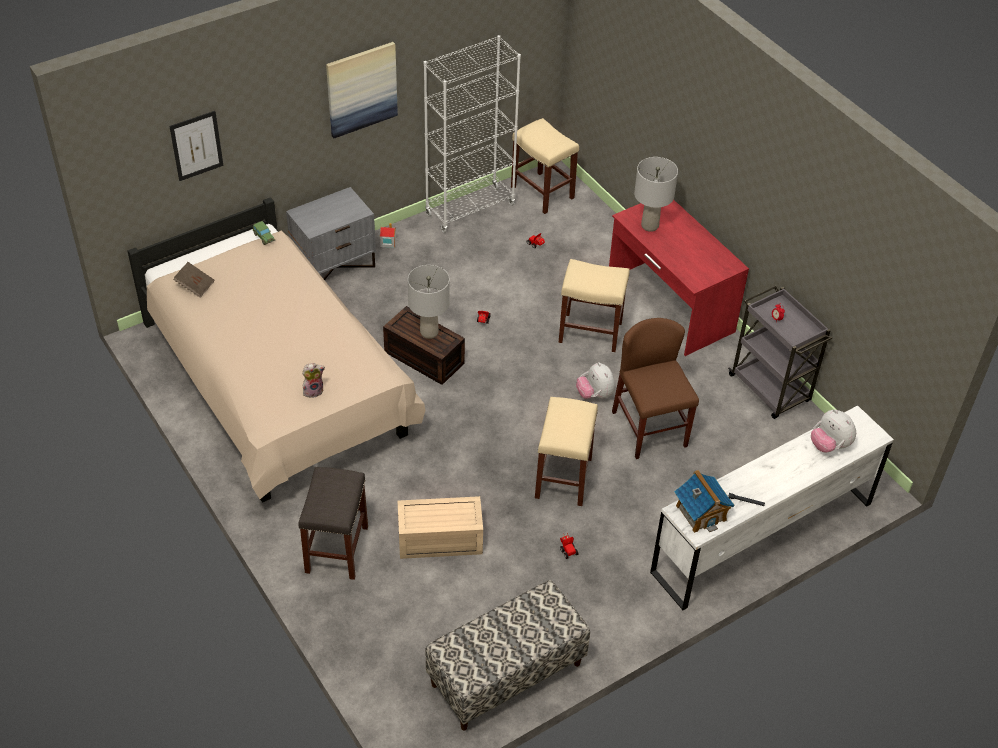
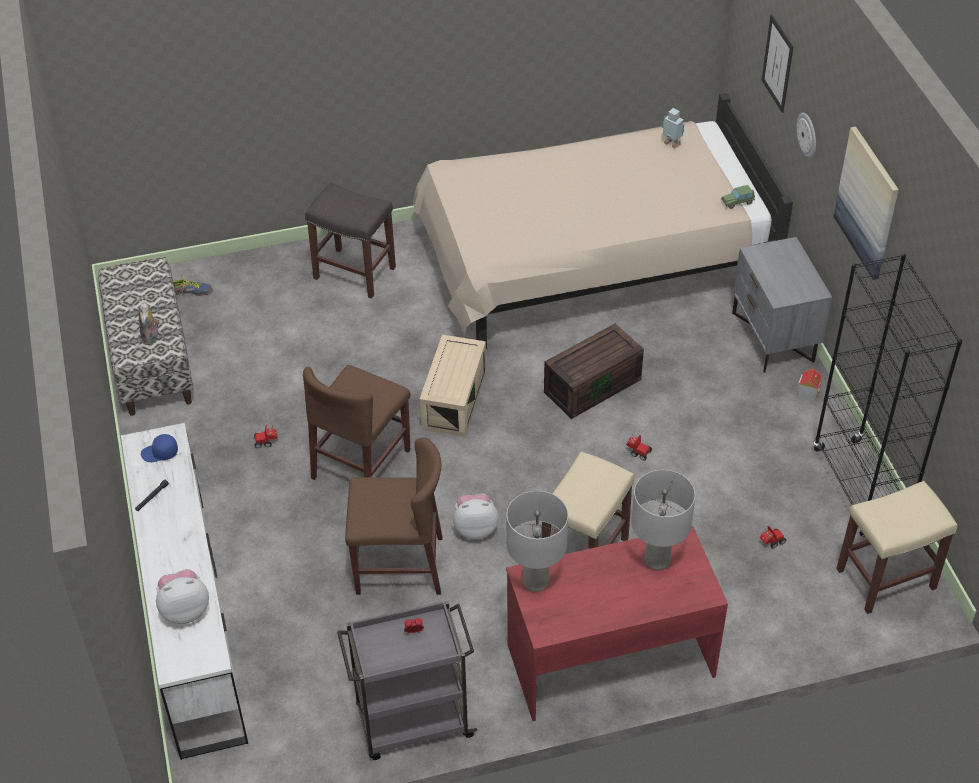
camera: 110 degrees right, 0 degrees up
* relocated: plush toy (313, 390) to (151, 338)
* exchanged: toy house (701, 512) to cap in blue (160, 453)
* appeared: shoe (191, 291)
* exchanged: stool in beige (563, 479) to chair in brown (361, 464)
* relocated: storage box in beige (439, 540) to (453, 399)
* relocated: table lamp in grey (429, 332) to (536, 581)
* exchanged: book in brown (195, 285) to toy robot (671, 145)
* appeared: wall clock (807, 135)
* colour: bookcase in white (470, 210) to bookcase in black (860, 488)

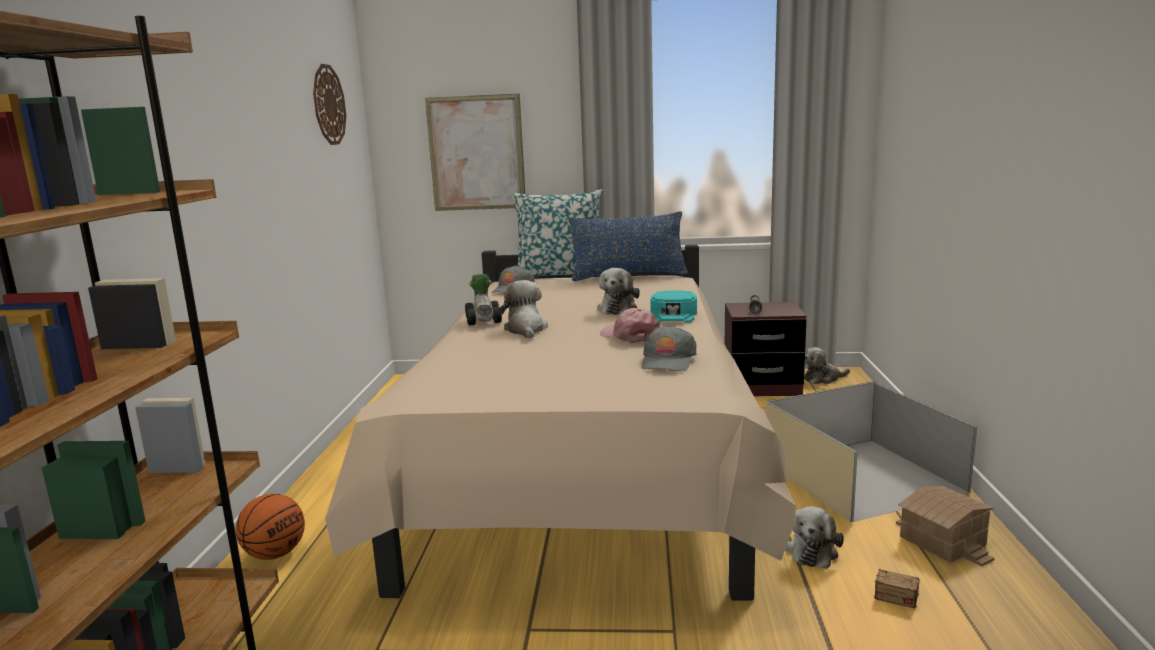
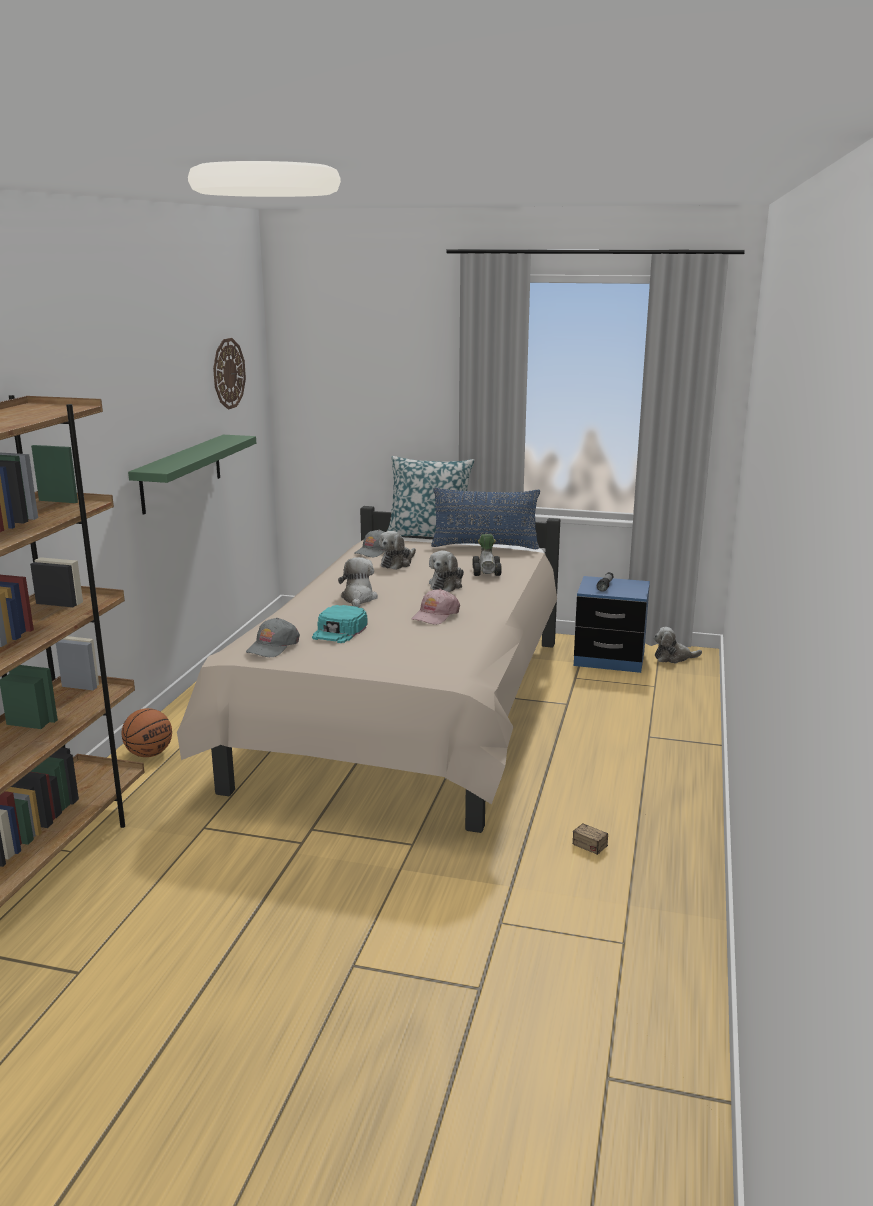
camera: 10 degrees right, 5 degrees up
* appeared: shelf in green (181, 473)
* relocated: cap in grey (668, 361) to (272, 646)
* relocated: cap in turquoise (674, 314) to (340, 631)
* relocated: plush toy (812, 550) to (397, 563)
* spun: cap in pink (630, 336) = (435, 615) 120 degrees counterclockwise
* relocated: toy car (484, 319) to (487, 571)
* colour: nightstand in brown (762, 387) to nightstand in blue (609, 659)
* missing: picture (476, 153)
* missing: storage box in beige (860, 477)
* missing: toy house (941, 541)

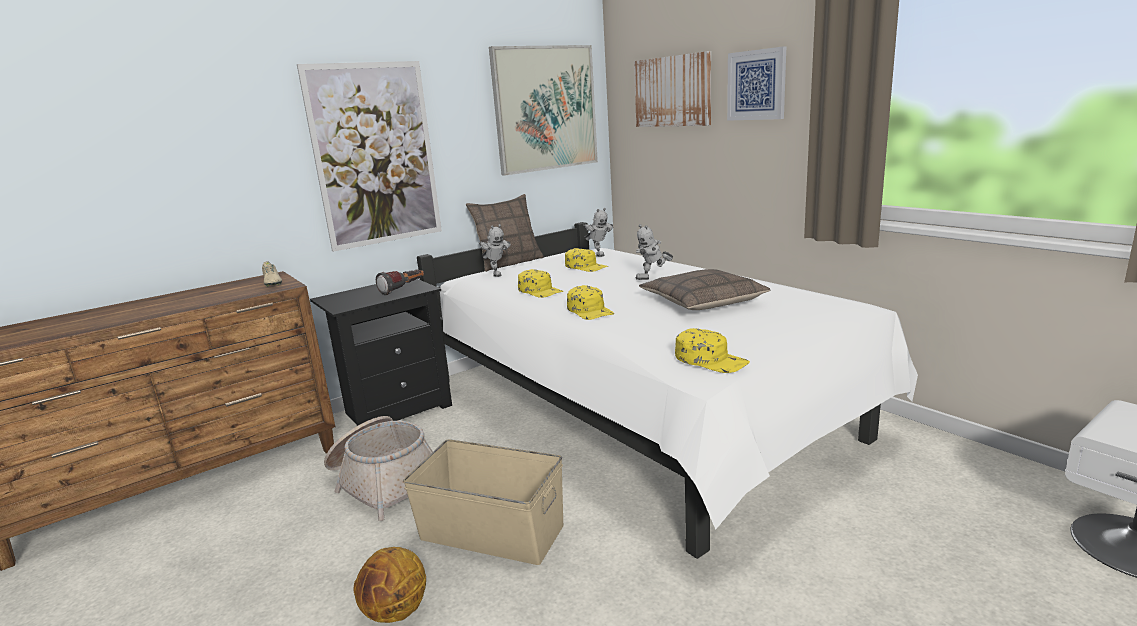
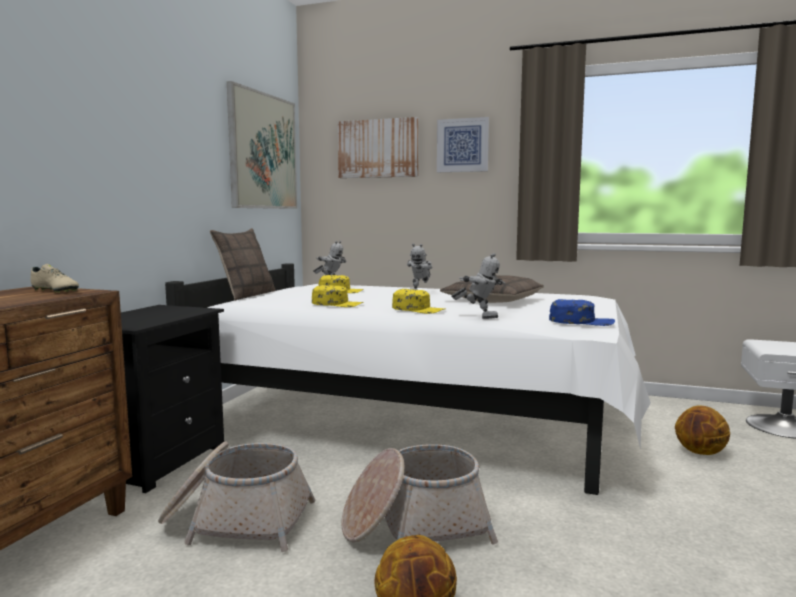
camera: 35 degrees left, 10 degrees down
* exchanged: storage box in beige (491, 531) to basket (414, 525)
* relocated: toy robot (496, 274) to (479, 317)
* colour: cap in yellow (711, 360) to cap in blue (581, 322)
* appeared: basketball (700, 453)
* missing: picture (375, 155)
* missing: flashlight (403, 289)

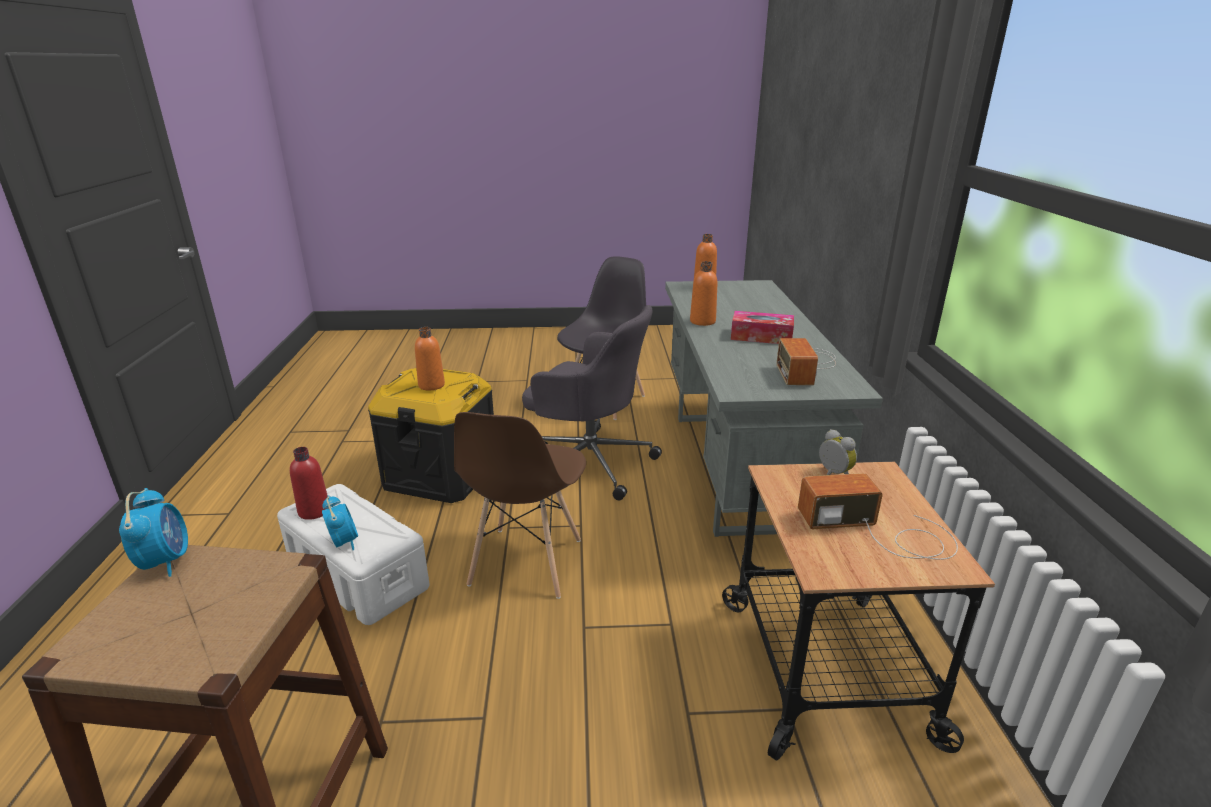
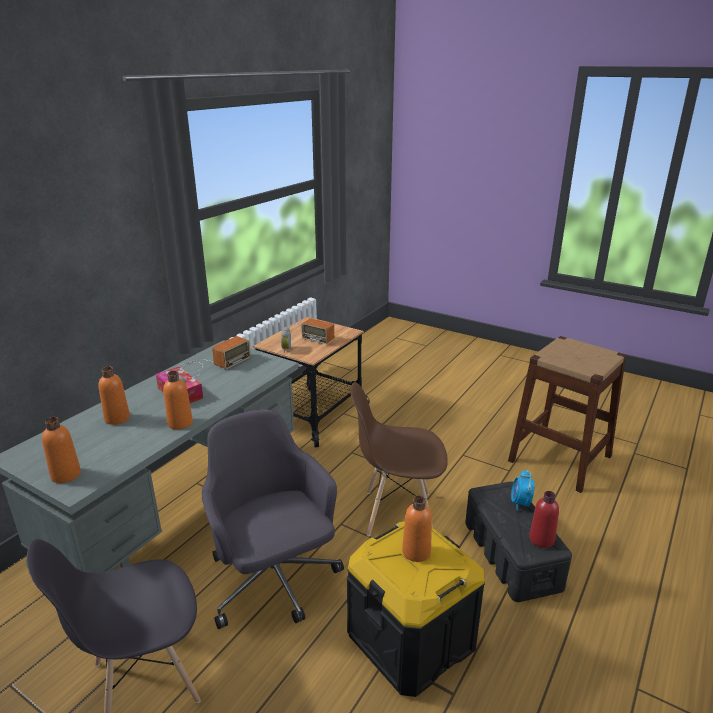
camera: 145 degrees left, 0 degrees up
* appeared: bottle in orange (117, 418)
* spun: chair in brown (525, 563) = (397, 513) 135 degrees counterclockwise
* colour: storage box in white (357, 573) to storage box in black (512, 556)
* missing: alarm clock (166, 561)

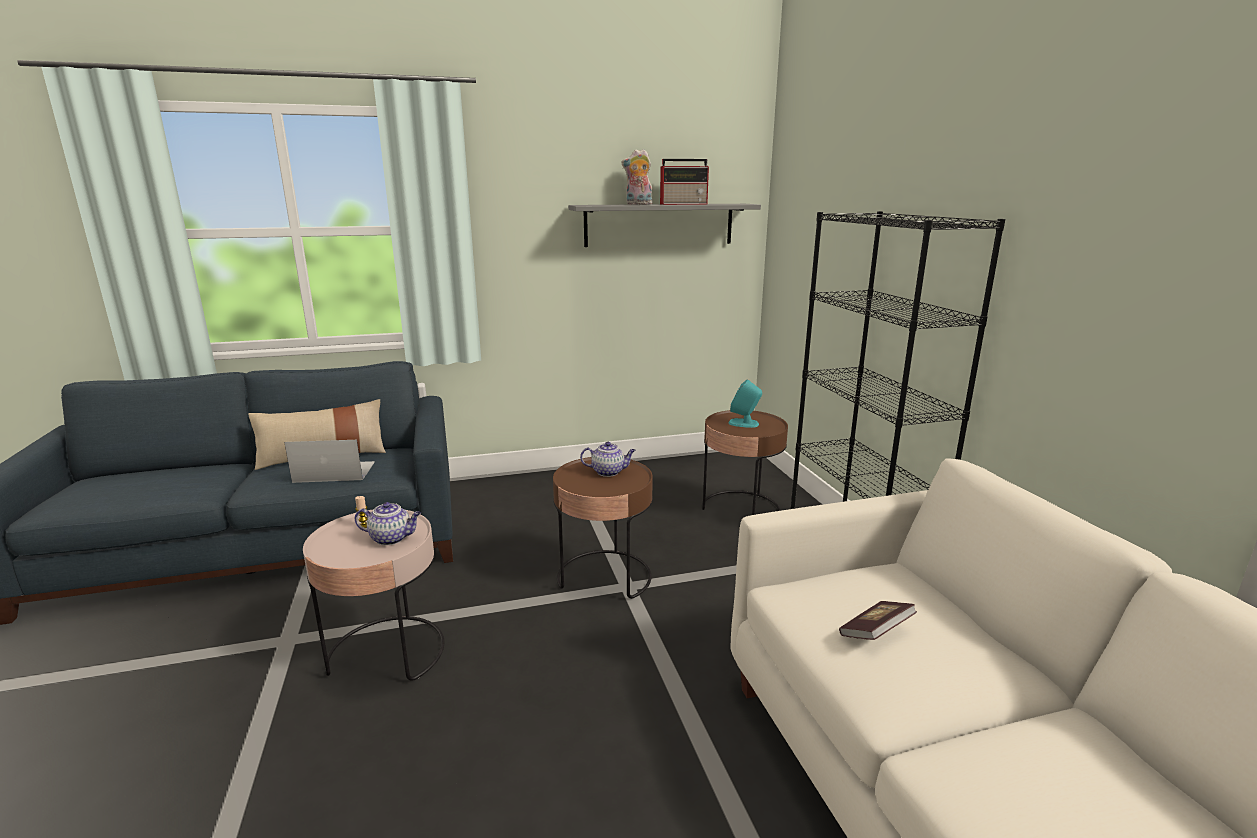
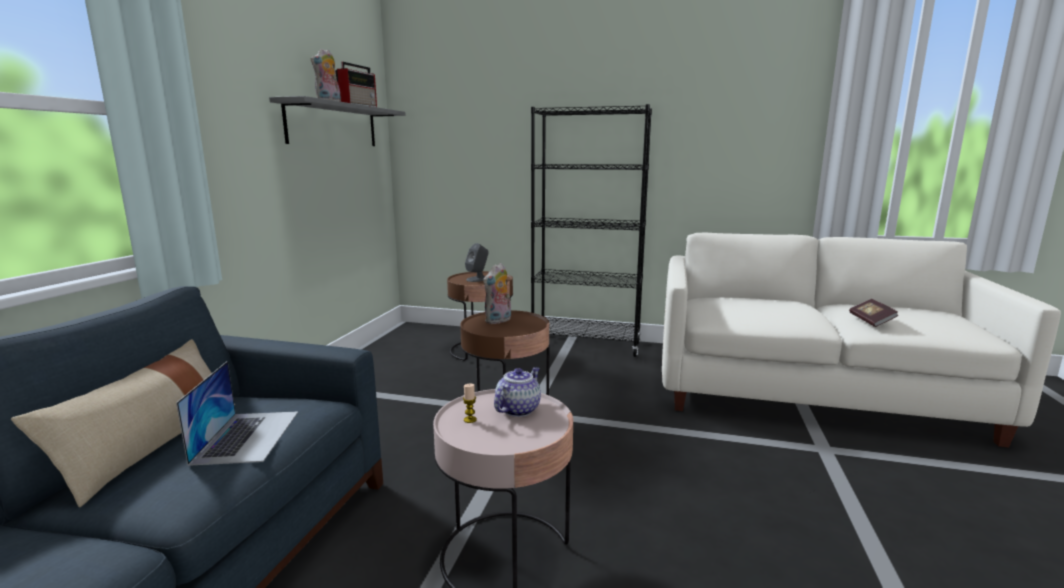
camera: 60 degrees left, 5 degrees down
* spun: laptop (334, 472) = (247, 436) 150 degrees clockwise
* colour: speaker in turquoise (744, 423) to speaker in grey (478, 279)
* exchanged: teapot (609, 472) to plush toy (498, 321)
* relocated: book (875, 632) to (871, 321)

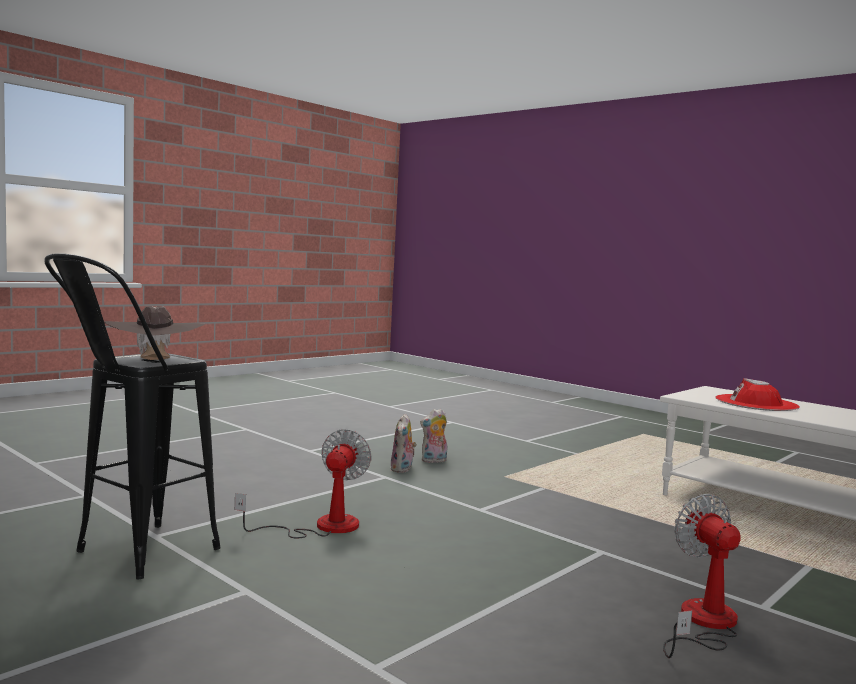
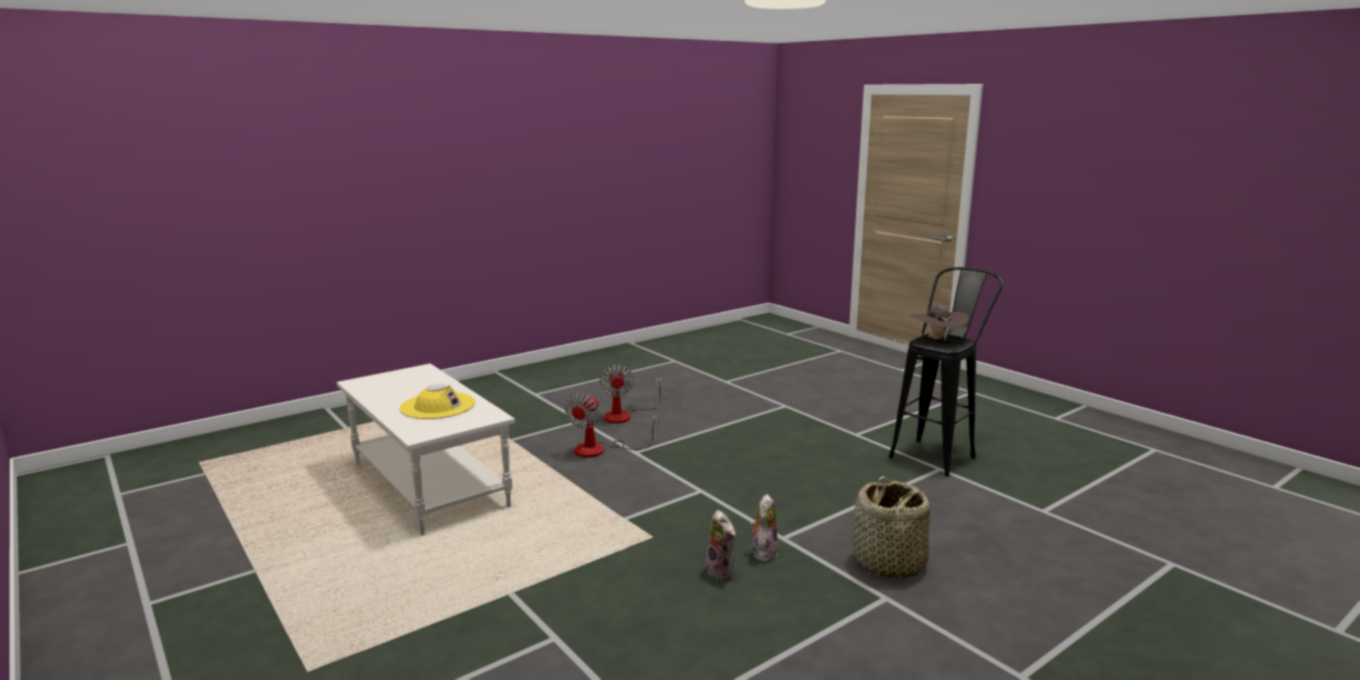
camera: 170 degrees left, 10 degrees up
* colour: hat in red (756, 403) to hat in yellow (437, 406)
* relocated: fan (321, 527) to (600, 450)
* spun: plush toy (434, 461) = (722, 571) 75 degrees clockwise
* appeared: basket (888, 563)

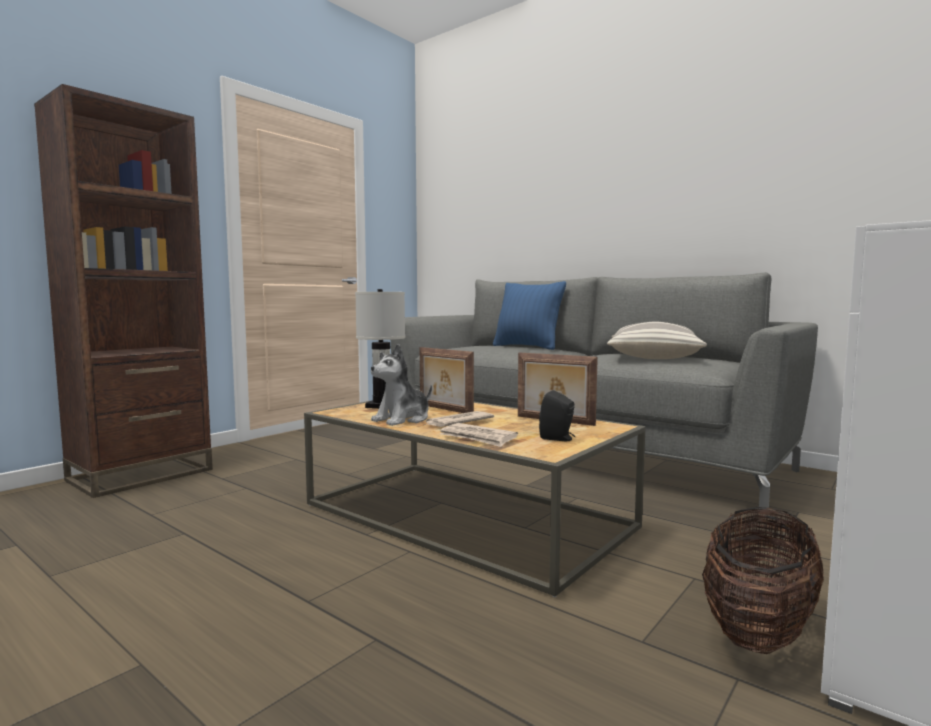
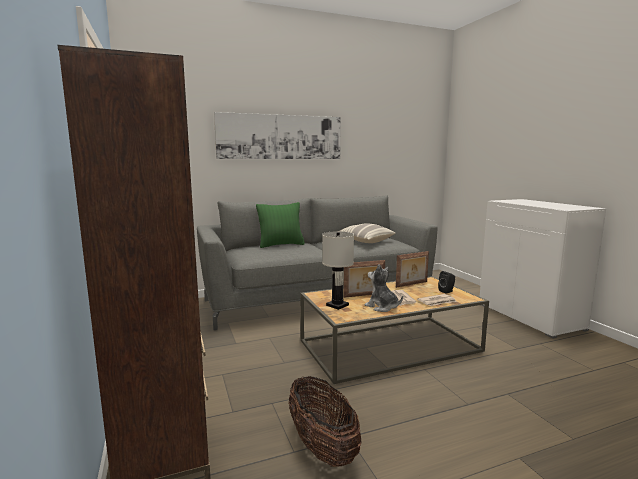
camera: 60 degrees left, 5 degrees up
* appeared: picture (280, 137)
* colour: pillow in blue (527, 347) to pillow in green (281, 245)
* relocated: basket (758, 629) to (322, 447)
* spun: plush toy (402, 419) = (382, 307) 150 degrees clockwise

